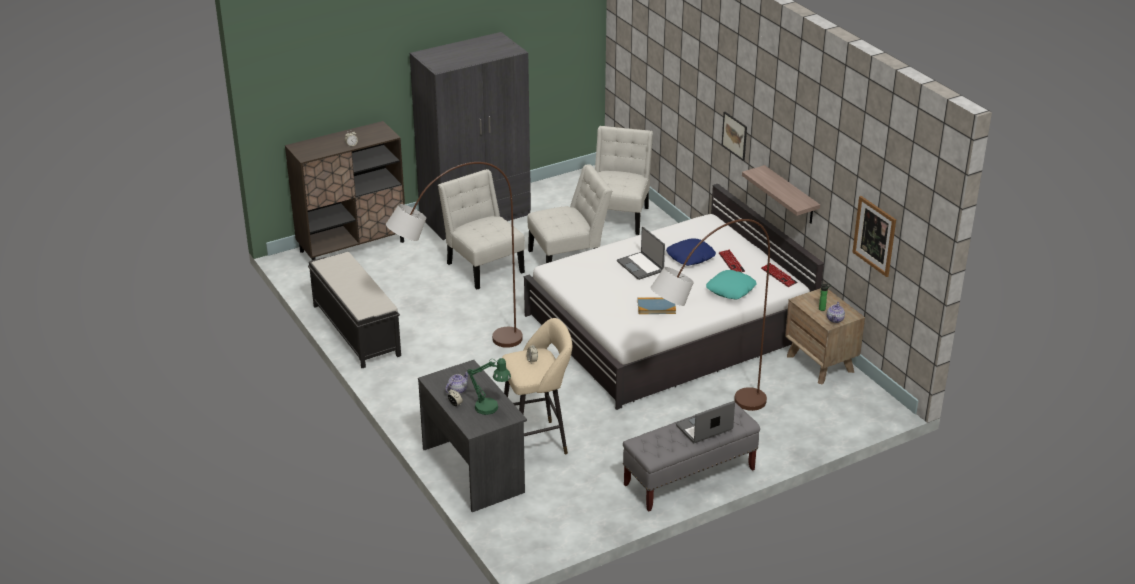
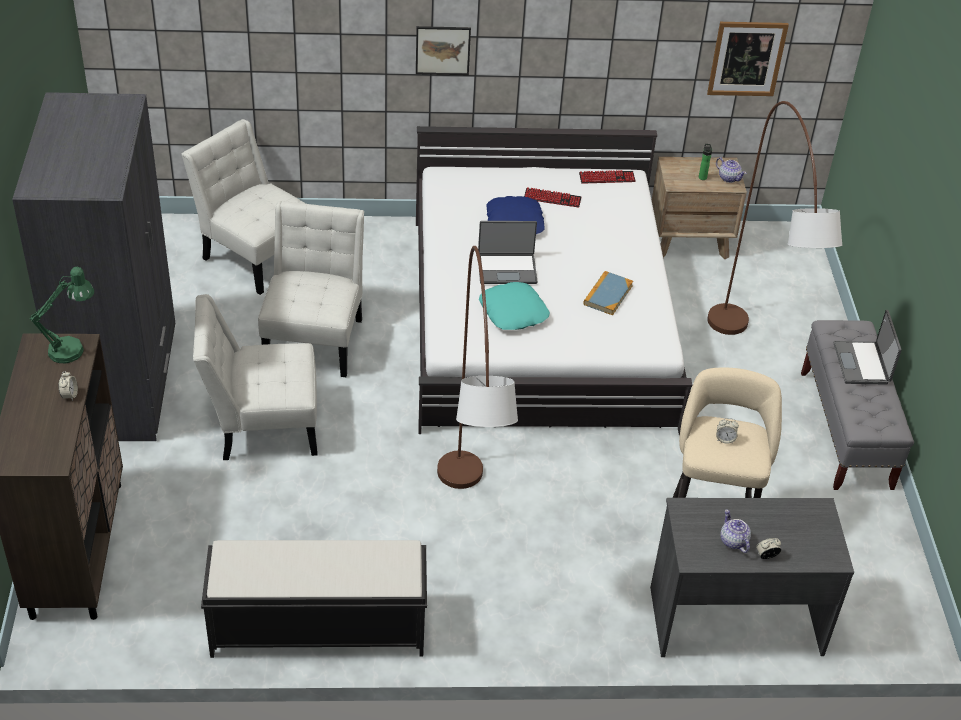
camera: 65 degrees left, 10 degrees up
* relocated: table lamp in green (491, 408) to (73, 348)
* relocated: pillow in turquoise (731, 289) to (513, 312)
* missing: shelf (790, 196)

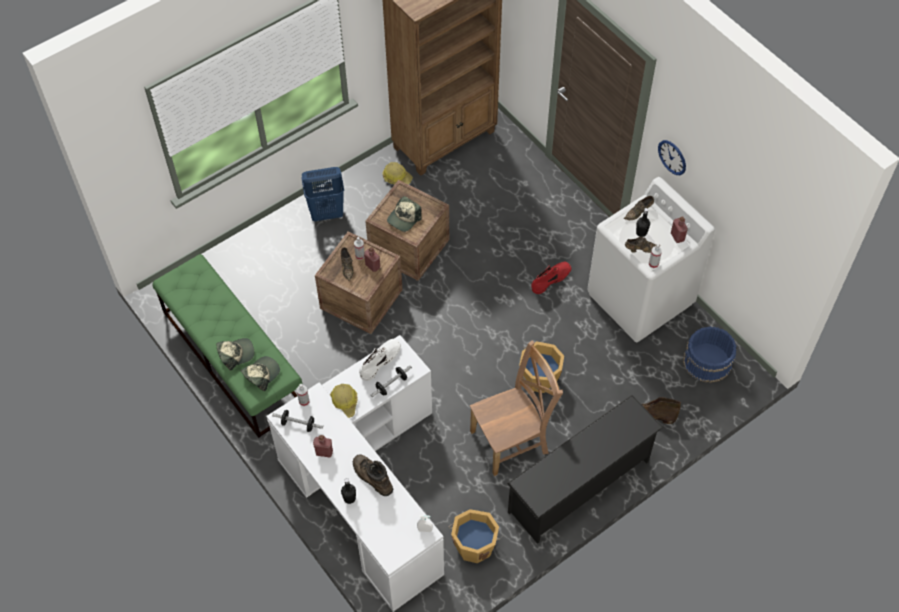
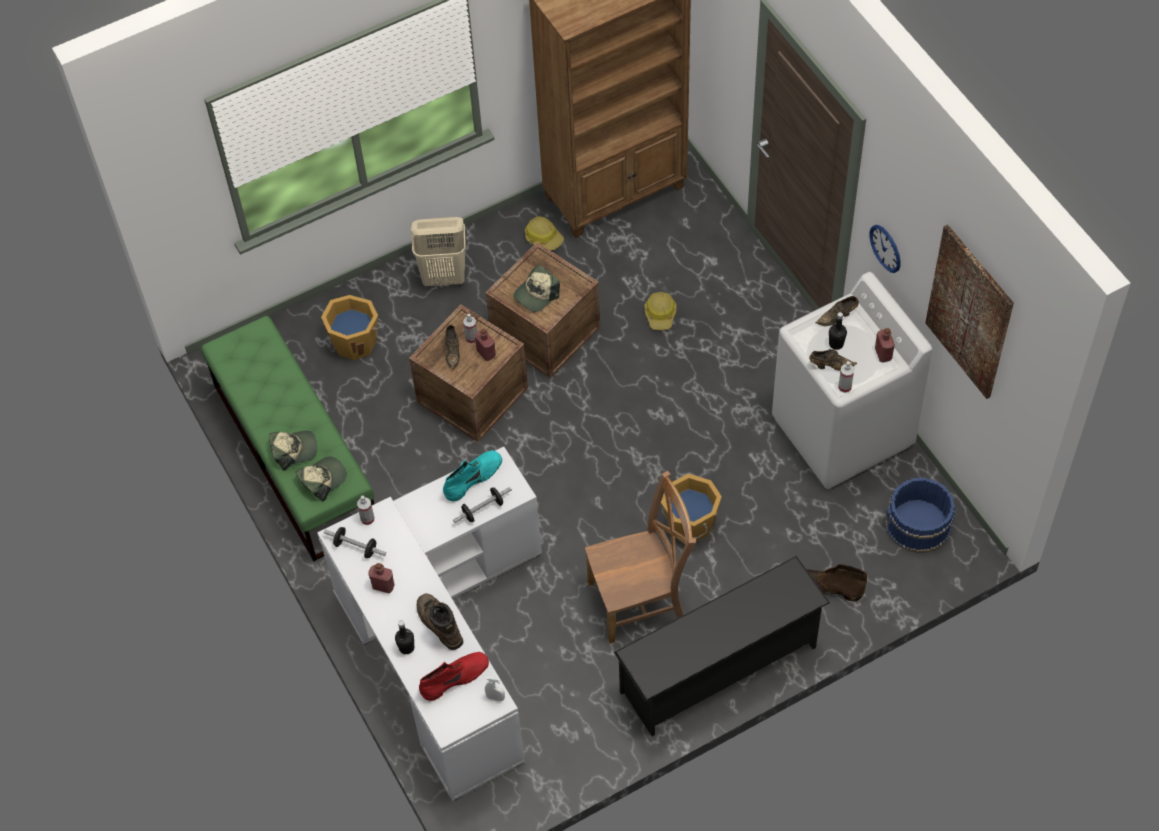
camera: 10 degrees right, 0 degrees up
* relocated: bucket in orange (474, 545) to (355, 341)
* colour: laundry basket in blue (327, 213) to laundry basket in beige (444, 276)
* relocated: boot in red (551, 279) to (455, 678)
* colour: boot in white (380, 361) to boot in turquoise (473, 478)
* relocated: hard hat (344, 403) to (660, 314)
* appeared: picture (970, 312)

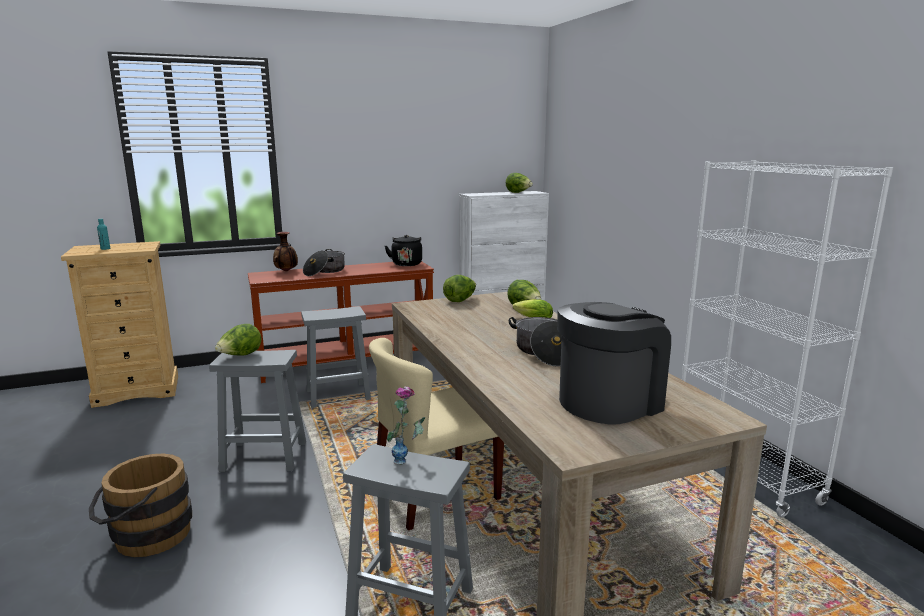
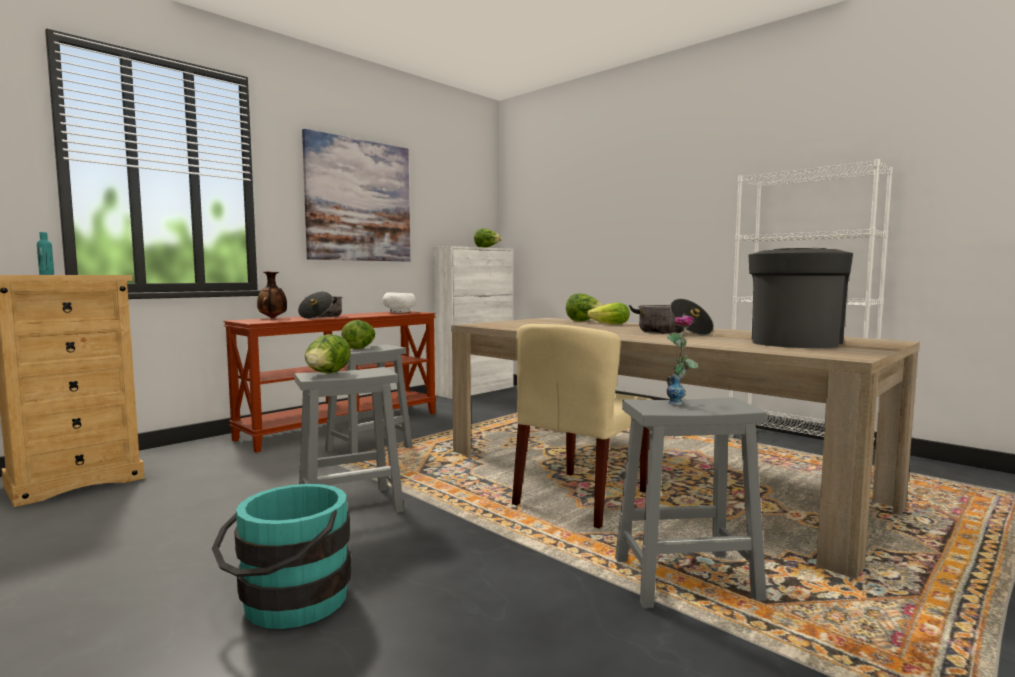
camera: 25 degrees left, 10 degrees down
* colour: bucket in brown (145, 537) to bucket in turquoise (288, 605)
* appeared: picture (359, 200)
* relocated: lettuce (460, 300) to (360, 348)
* exchanged: kettle in black (406, 264) to bowl in white (399, 312)

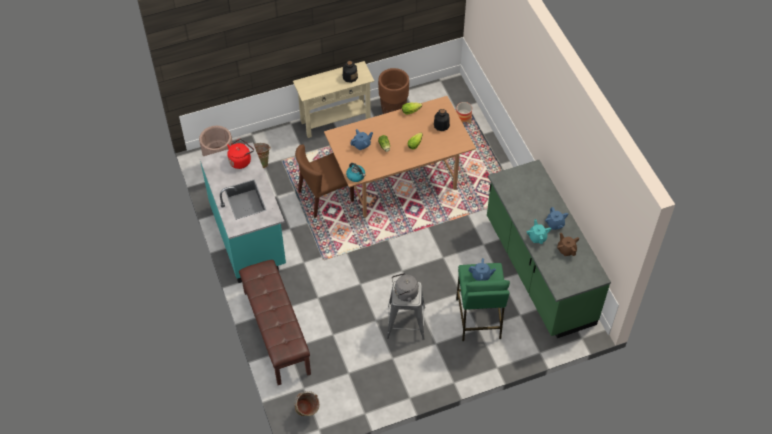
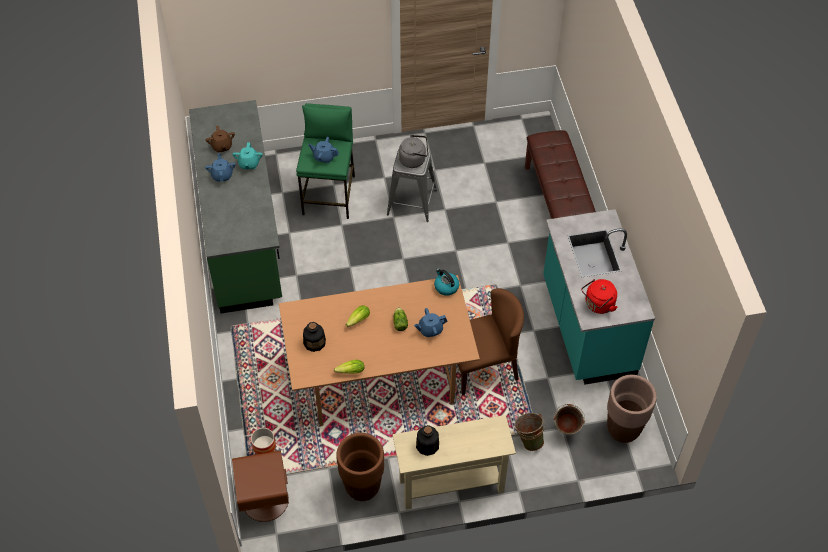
camera: 170 degrees left, 0 degrees up
* appeared: nightstand in brown (264, 500)
* relocated: bucket in green (307, 413) to (528, 439)

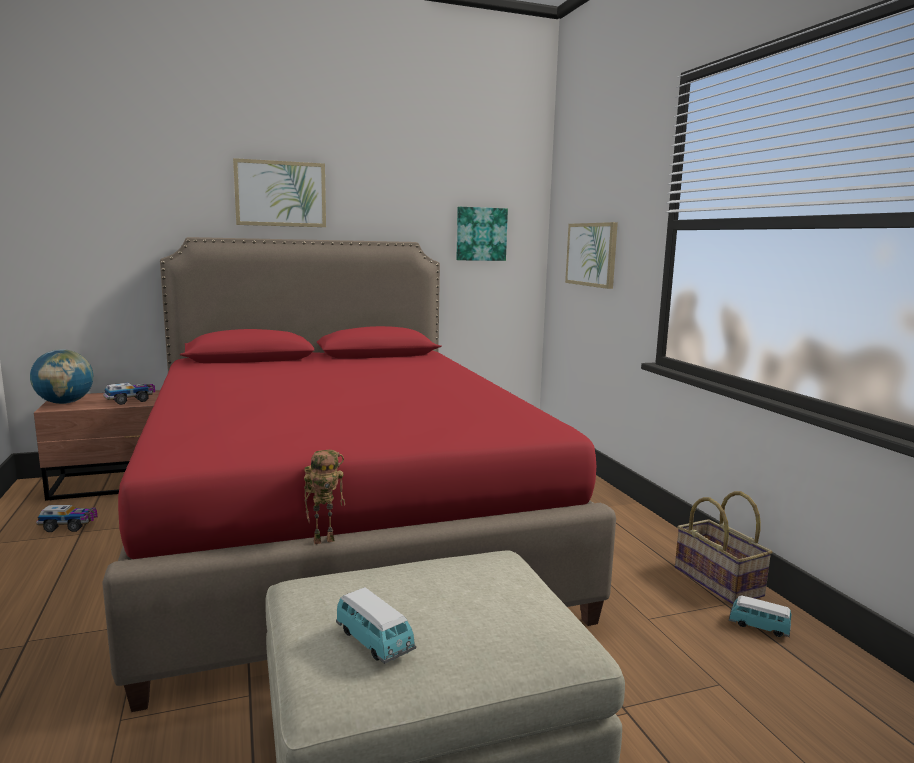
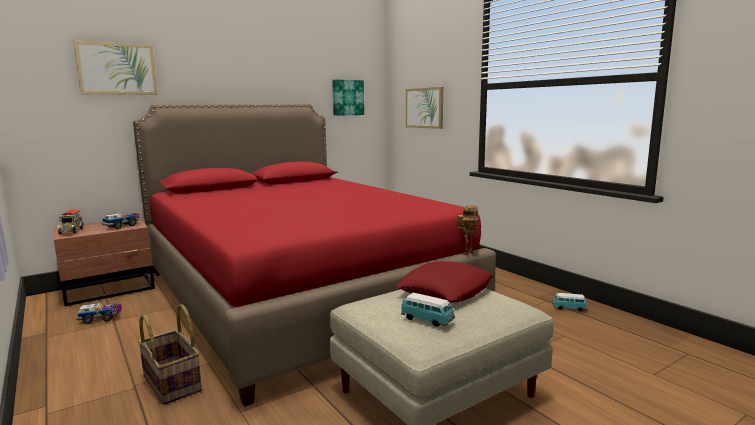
camera: 15 degrees left, 0 degrees up
* exchanged: globe (65, 403) to toy truck (71, 231)
* relocated: picture (280, 194) to (117, 69)
* relocated: basket (719, 581) to (173, 383)
* appeared: pillow in red (445, 290)
* relocated: toy robot (325, 540) to (468, 253)

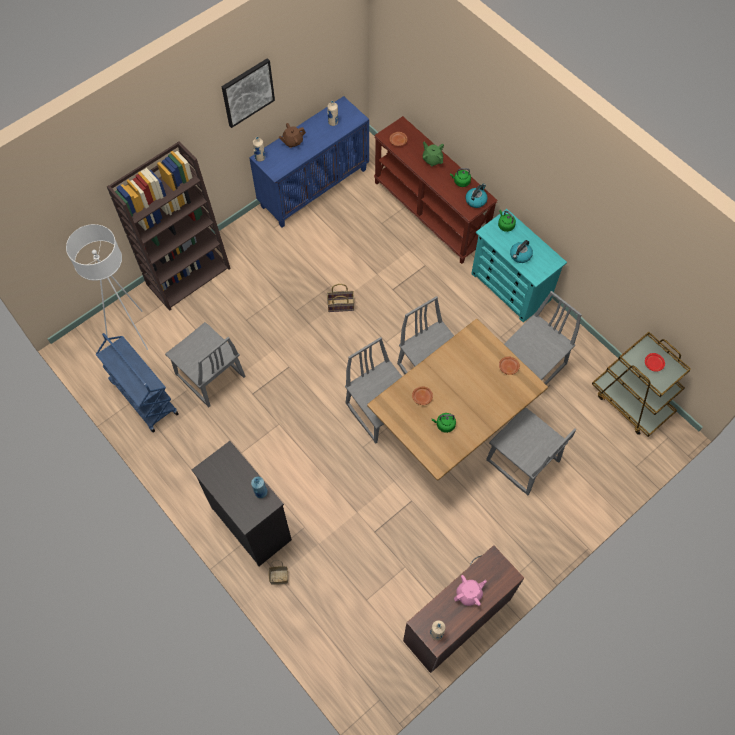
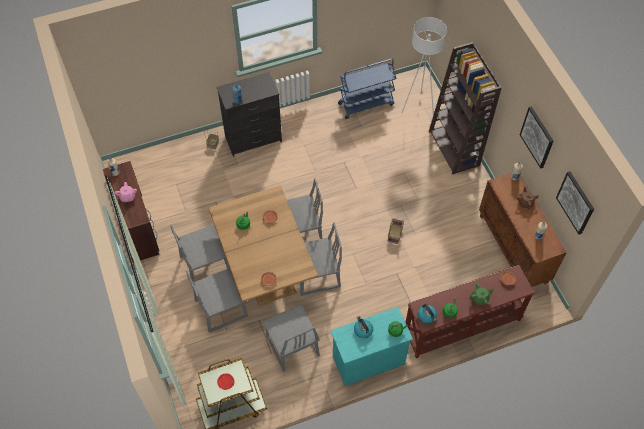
camera: 110 degrees right, 5 degrees down
* relocated: chair in grey (210, 376) to (205, 264)
* colour: cabinet in blue (314, 187) to cabinet in brown (513, 249)
* appeared: picture (575, 202)

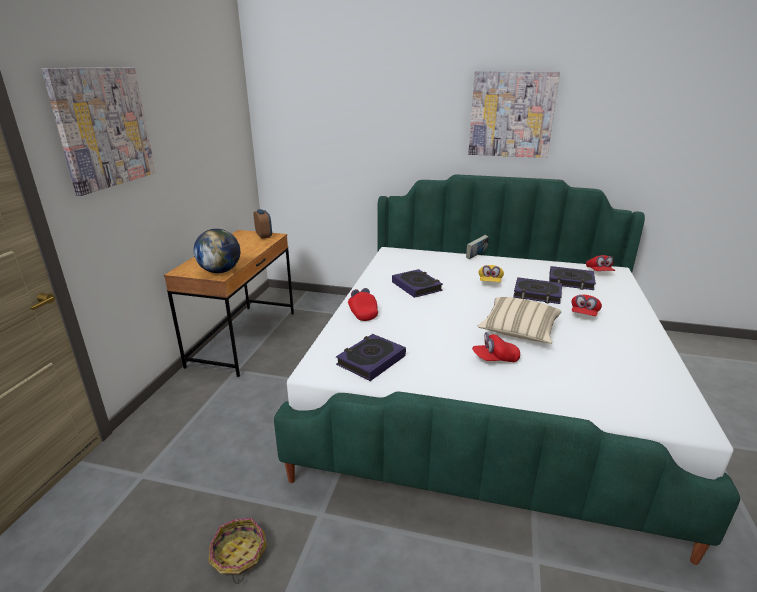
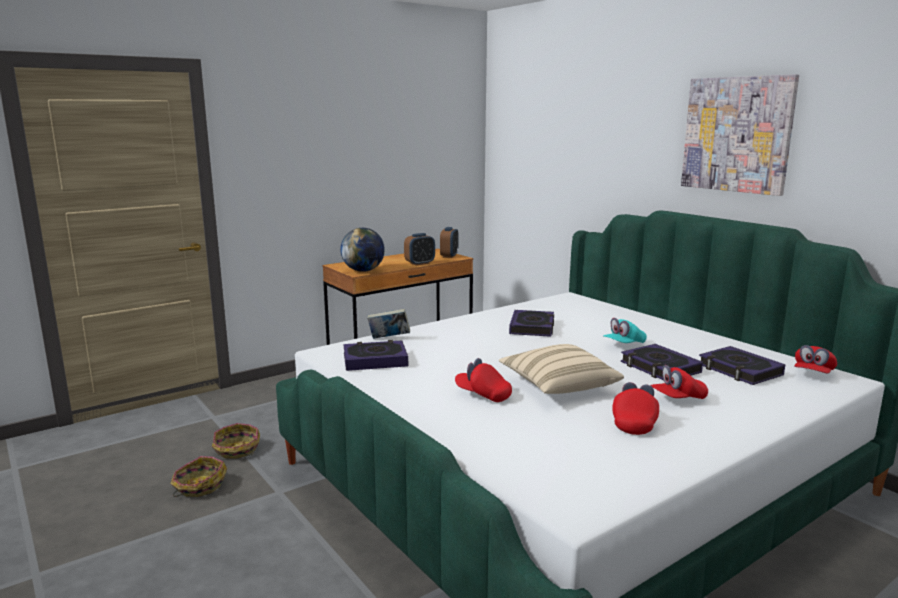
camera: 40 degrees right, 10 degrees down
* appeared: basket (237, 450)
* relocated: book (476, 257) to (389, 338)
* appeared: alarm clock (420, 263)
* colour: cap in yellow (490, 282) to cap in turquoise (624, 344)
* relocated: cap in red (362, 313) to (634, 422)
* missing: picture (104, 128)

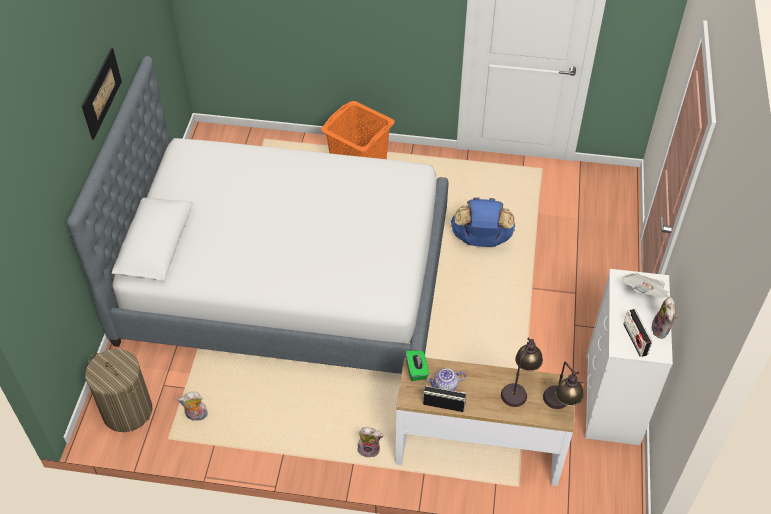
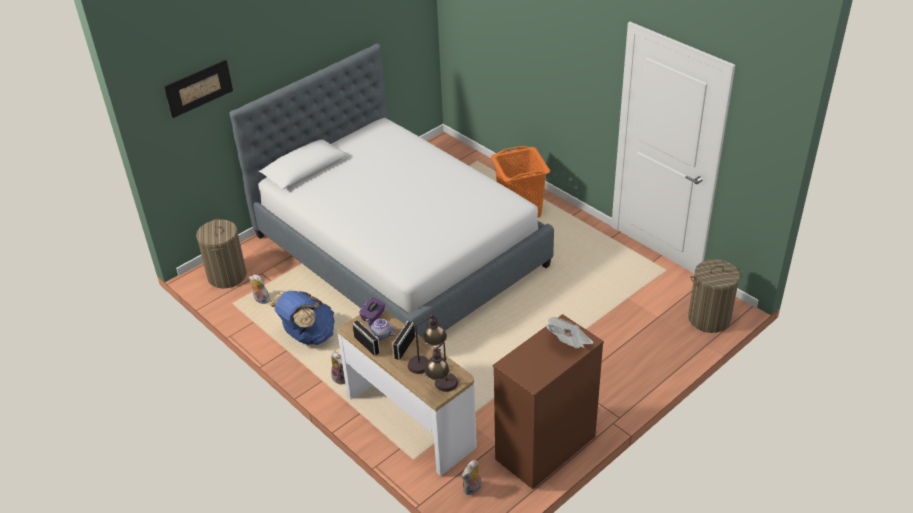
camera: 40 degrees right, 10 degrees down
* relocated: picture (101, 93) to (198, 88)
* relocated: backpack in blue (481, 240) to (308, 336)
* colour: tissue box in green (416, 370) to tissue box in purple (373, 316)
* relocated: radio (635, 339) to (404, 347)
* relocated: plush toy (662, 330) to (472, 489)
* colour: dresser in white (612, 400) to dresser in brown (545, 448)
* appeared: laundry basket (709, 318)

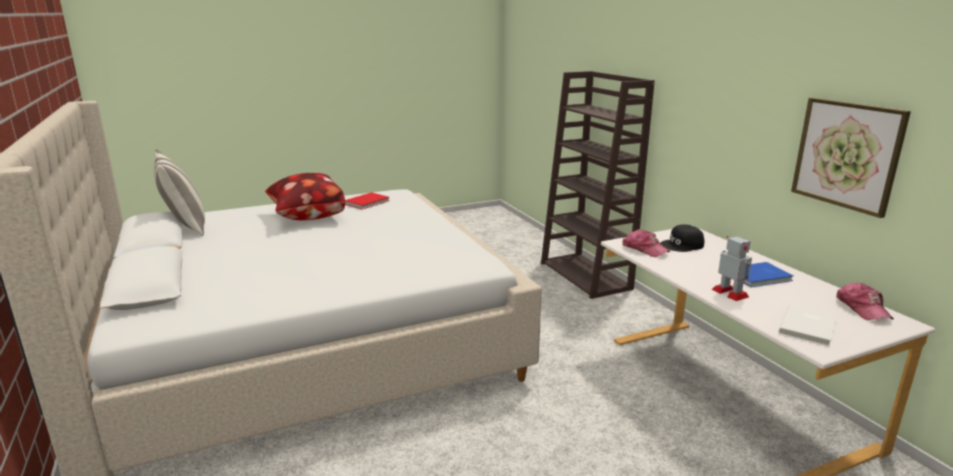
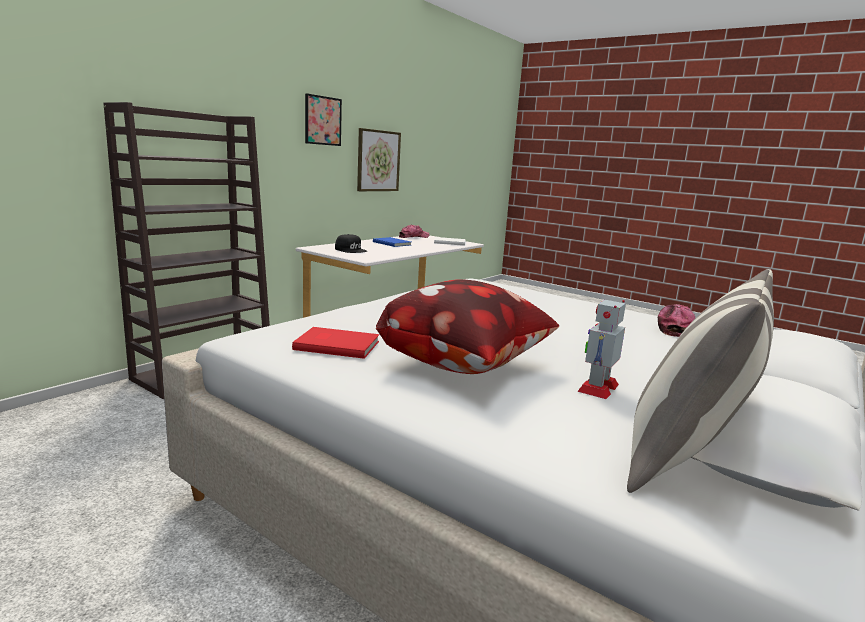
camera: 120 degrees left, 5 degrees down
* appeared: picture (323, 120)
* relocated: toy robot (730, 293) to (598, 388)
* relocated: cap (644, 249) to (673, 328)

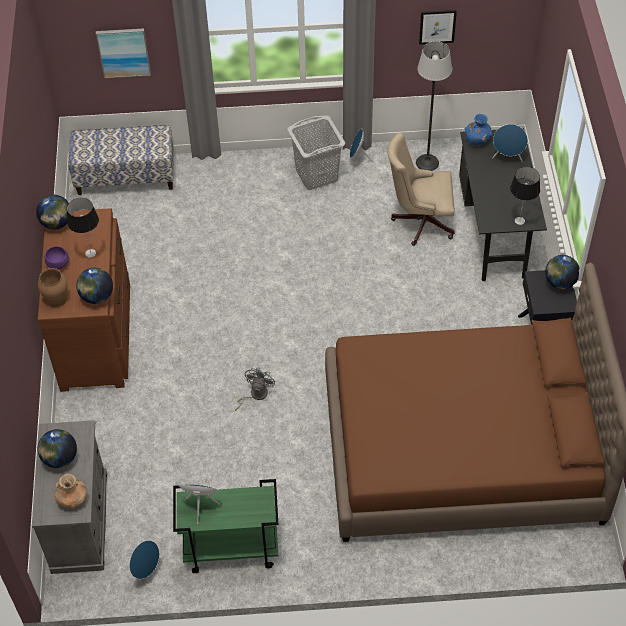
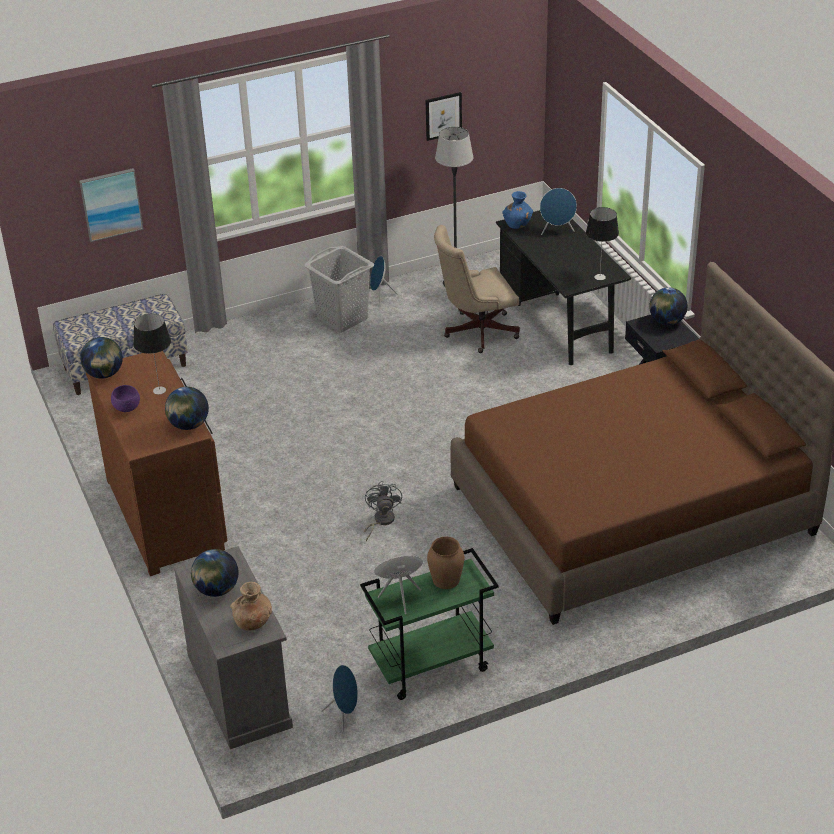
camera: 20 degrees left, 15 degrees down
* relocated: vase in brown (56, 298) to (445, 579)

